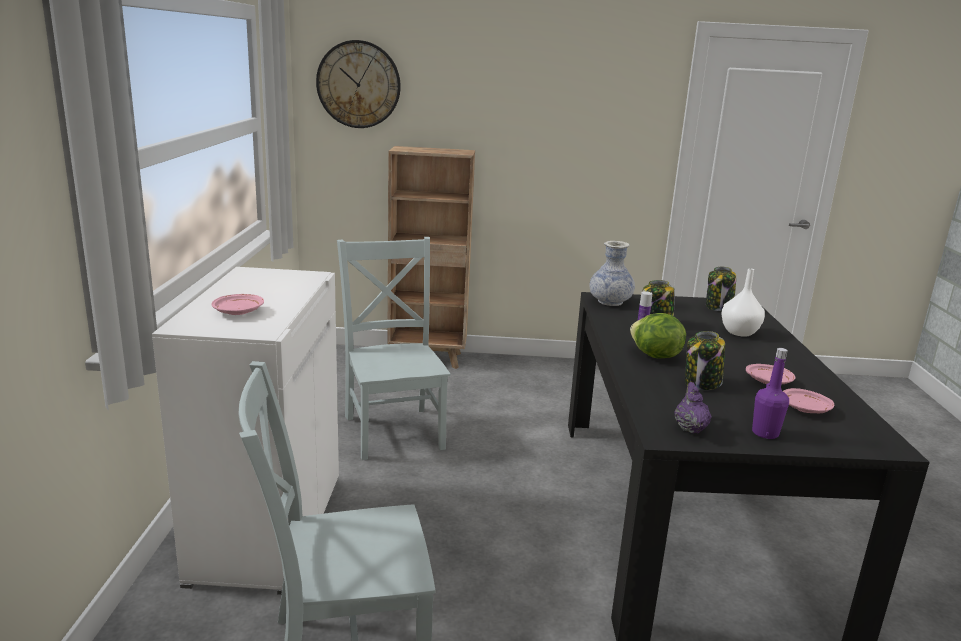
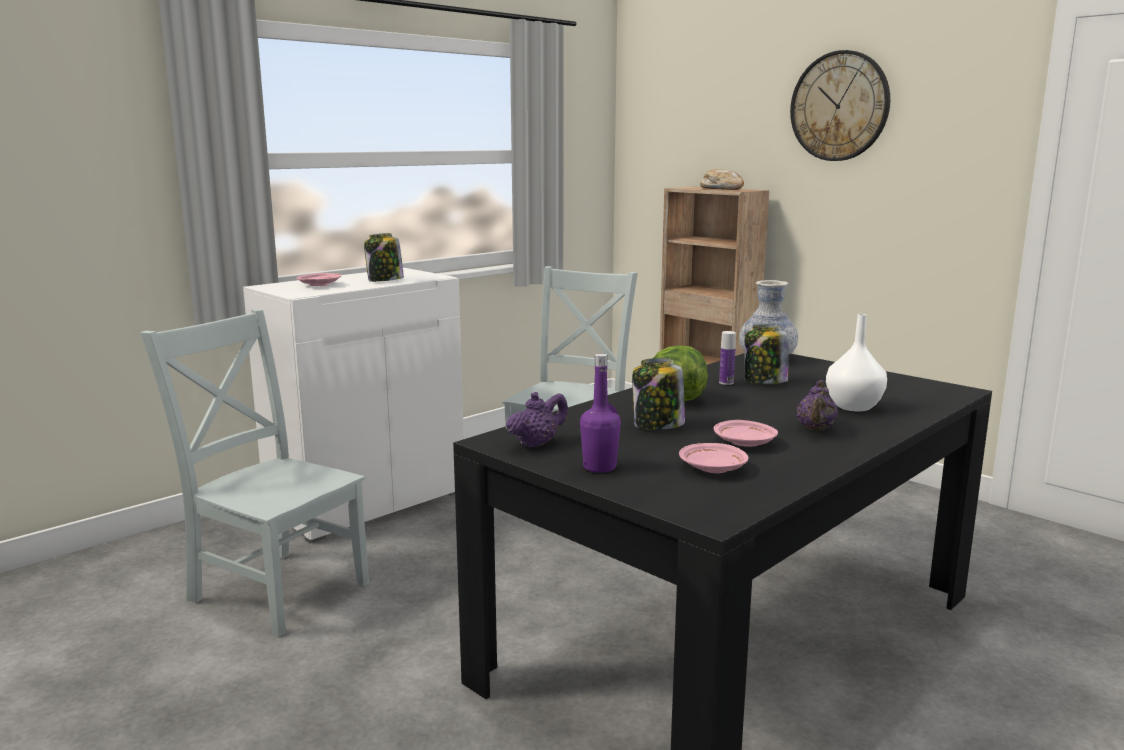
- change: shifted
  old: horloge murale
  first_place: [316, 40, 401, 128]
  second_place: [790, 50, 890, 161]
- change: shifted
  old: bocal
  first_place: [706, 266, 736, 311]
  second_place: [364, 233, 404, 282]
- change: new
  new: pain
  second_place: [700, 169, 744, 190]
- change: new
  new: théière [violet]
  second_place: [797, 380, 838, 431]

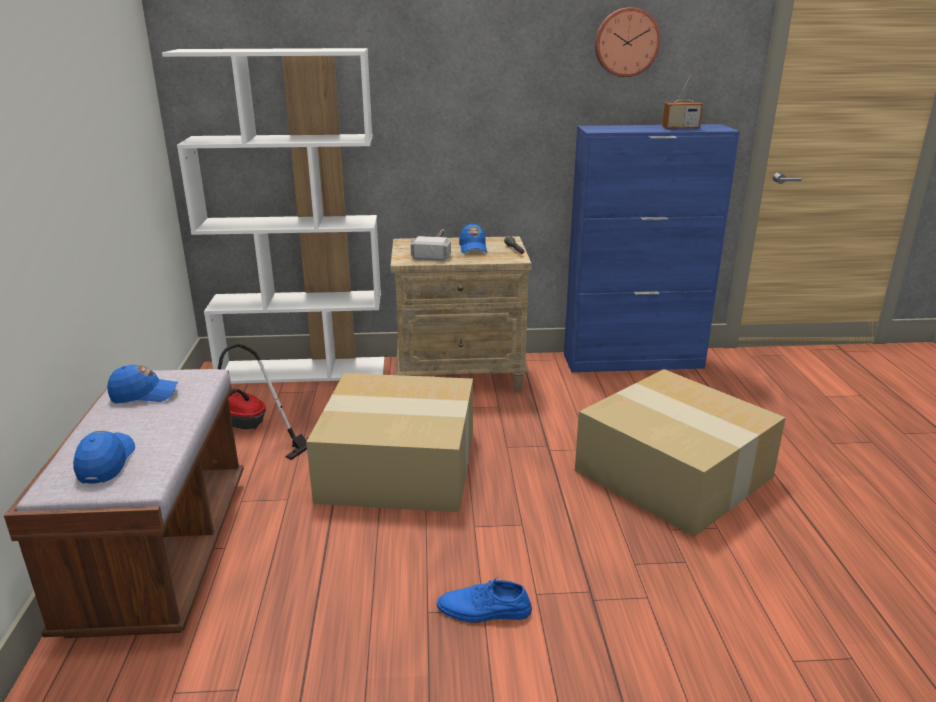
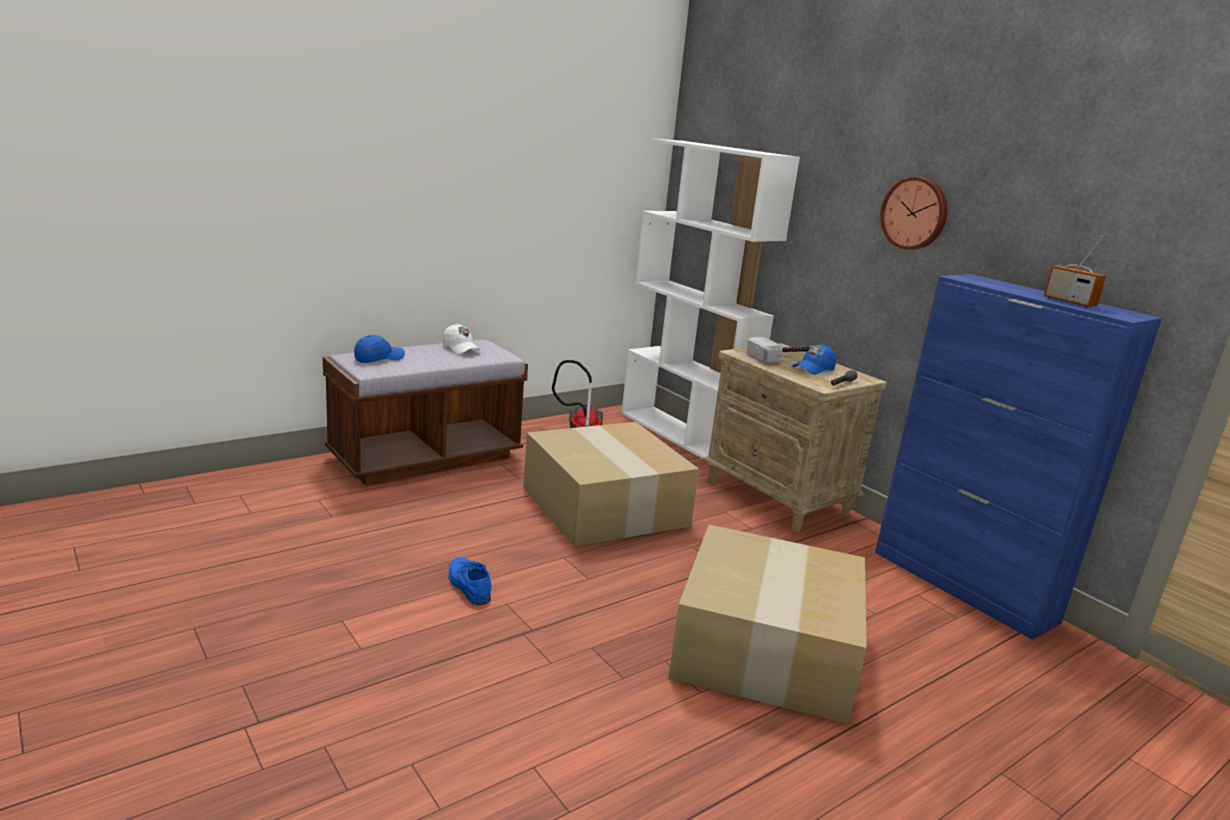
- change: repainted
  old: casquette [bleu]
  new: casquette [blanc]
  first_place: [107, 365, 178, 404]
  second_place: [443, 323, 480, 354]
- change: shifted
  old: horloge murale
  first_place: [595, 7, 660, 77]
  second_place: [880, 177, 948, 250]

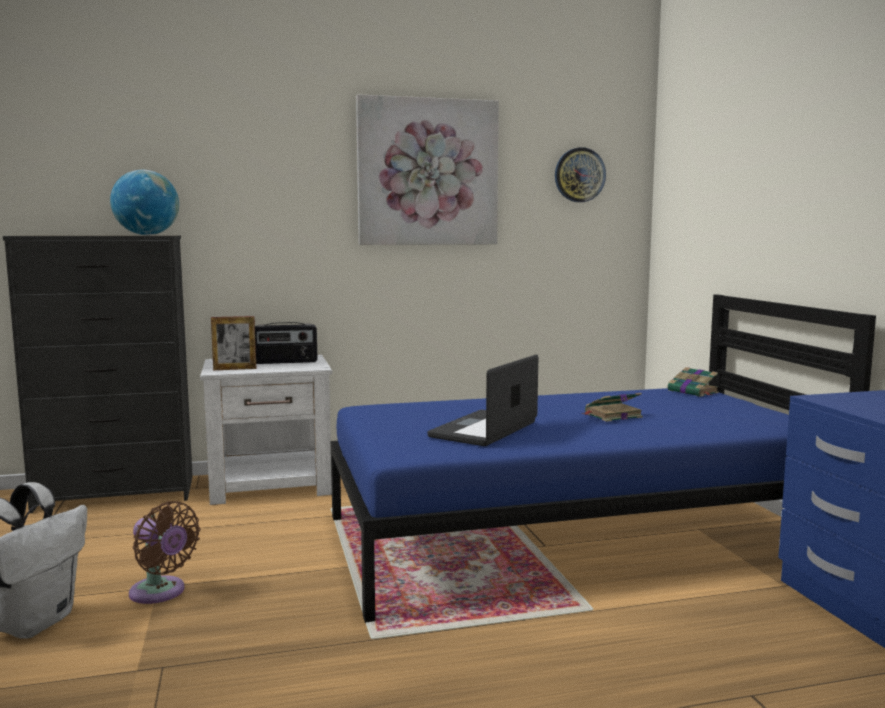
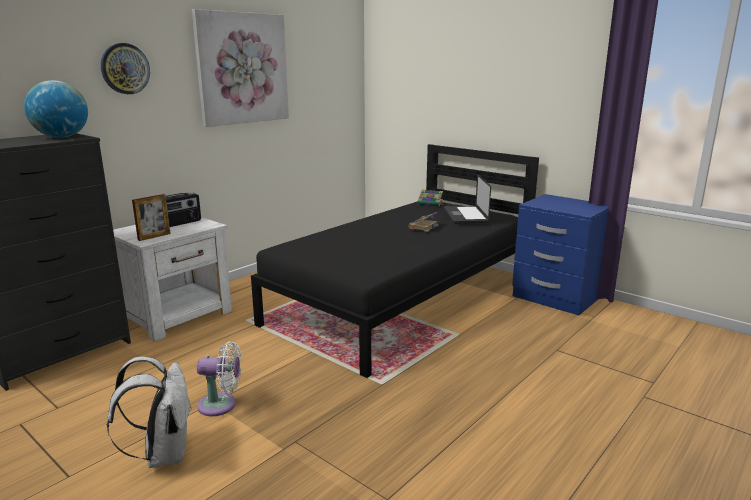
- change: repainted
  old: ventilateur [marron]
  new: ventilateur [blanc]
  first_place: [129, 501, 200, 604]
  second_place: [197, 341, 242, 416]
- change: repainted
  old: lit [bleu]
  new: lit [noir]
  first_place: [331, 295, 876, 624]
  second_place: [251, 144, 539, 378]
- change: shifted
  old: ordinateur portable
  first_place: [428, 354, 538, 446]
  second_place: [444, 174, 491, 224]
- change: shifted
  old: horloge murale
  first_place: [555, 147, 606, 202]
  second_place: [101, 43, 150, 94]

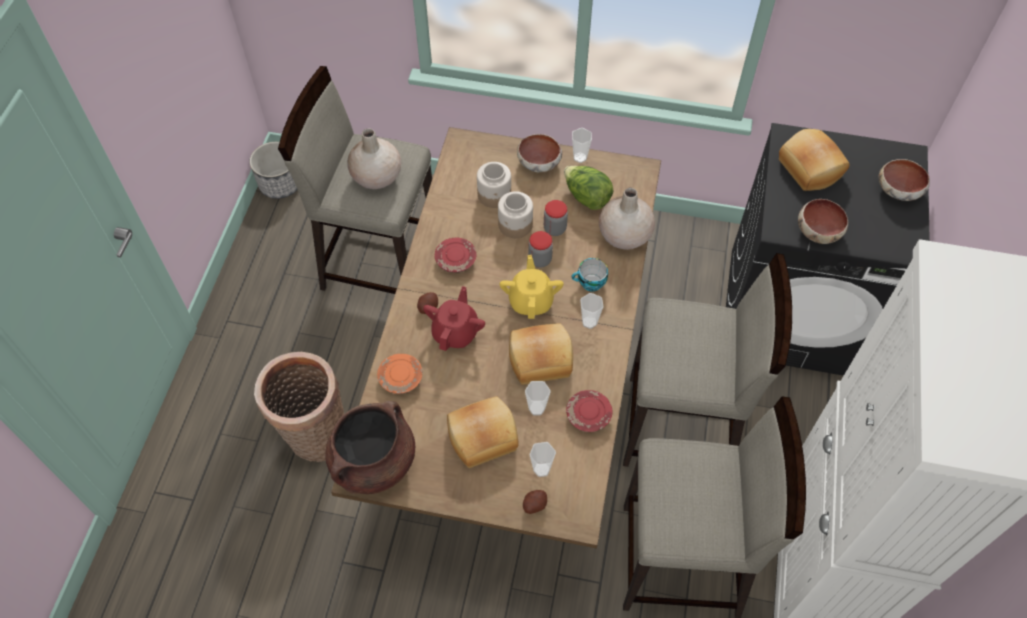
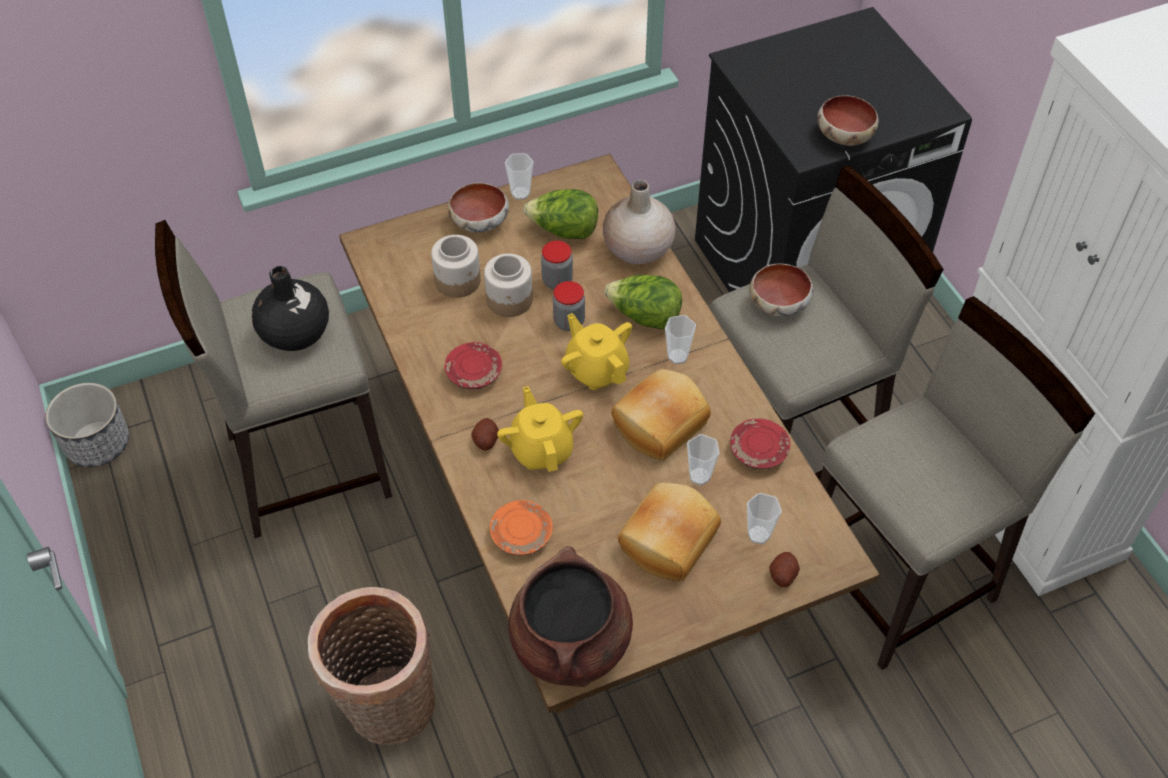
- change: repainted
  old: vase [beige]
  new: vase [noir]
  first_place: [348, 128, 401, 189]
  second_place: [252, 266, 329, 351]
- change: repainted
  old: théière [rouge]
  new: théière [jaune]
  first_place: [423, 286, 485, 351]
  second_place: [497, 386, 583, 472]
- change: swapped
  old: tasse
  new: laitue
  first_place: [571, 258, 608, 292]
  second_place: [605, 275, 682, 330]
- change: gone
  old: pain
  first_place: [779, 129, 849, 191]
- change: shifted
  old: bol
  first_place: [878, 159, 930, 201]
  second_place: [749, 263, 813, 316]

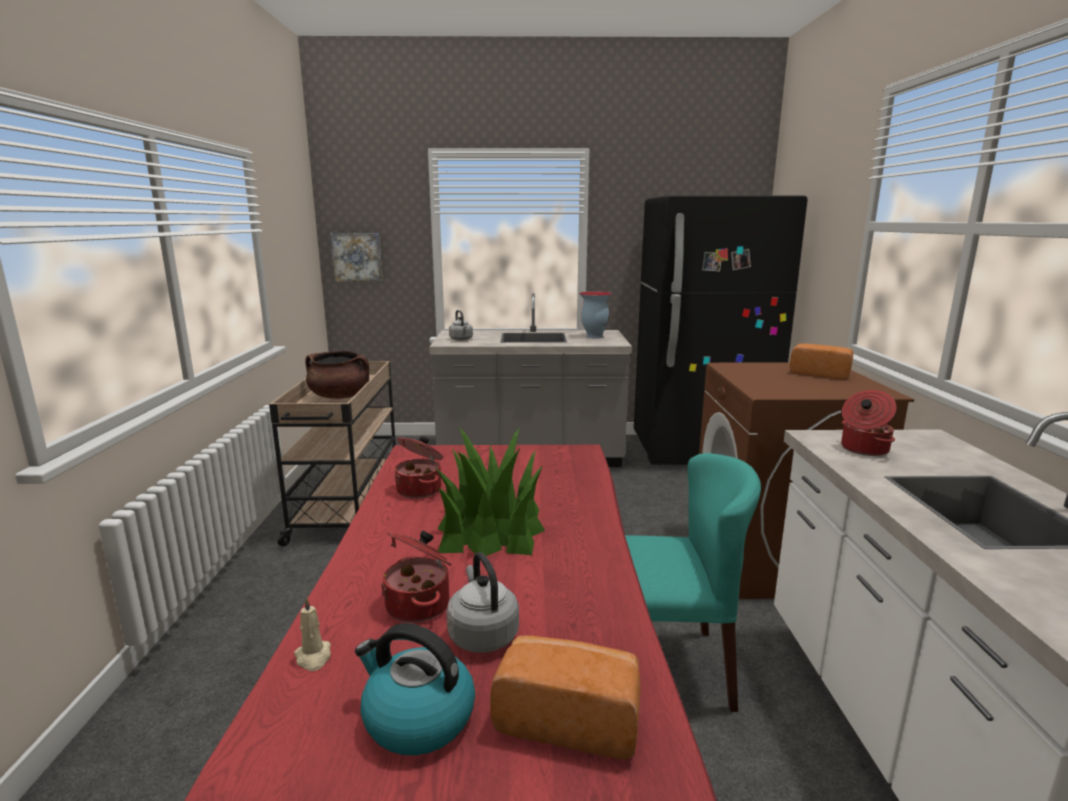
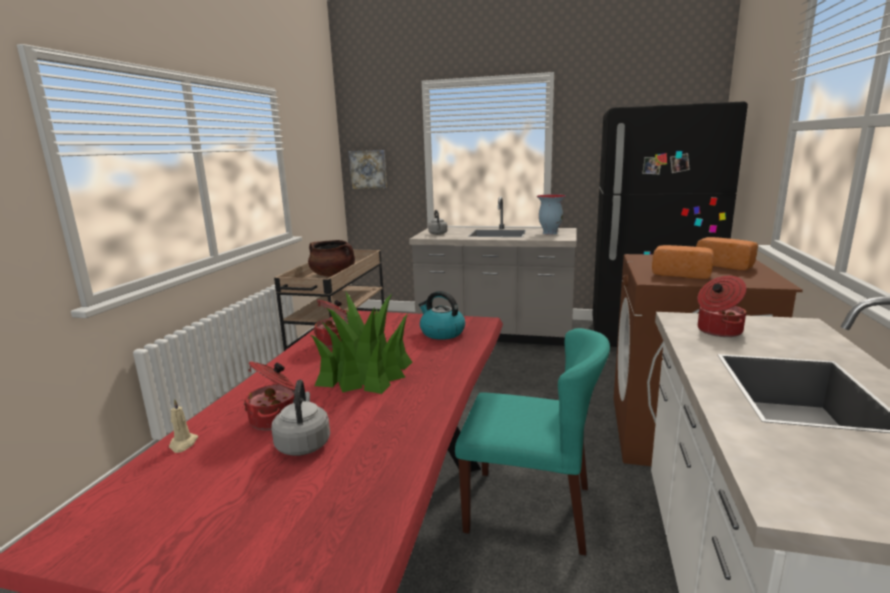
- change: shifted
  old: bouilloire
  first_place: [355, 623, 475, 755]
  second_place: [419, 291, 465, 340]
- change: shifted
  old: pain
  first_place: [490, 635, 641, 760]
  second_place: [652, 245, 714, 279]

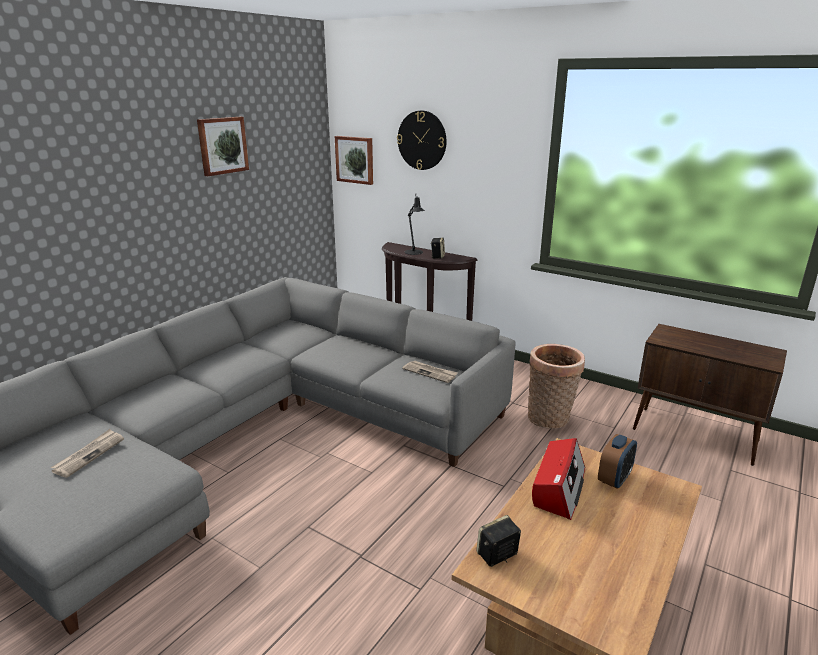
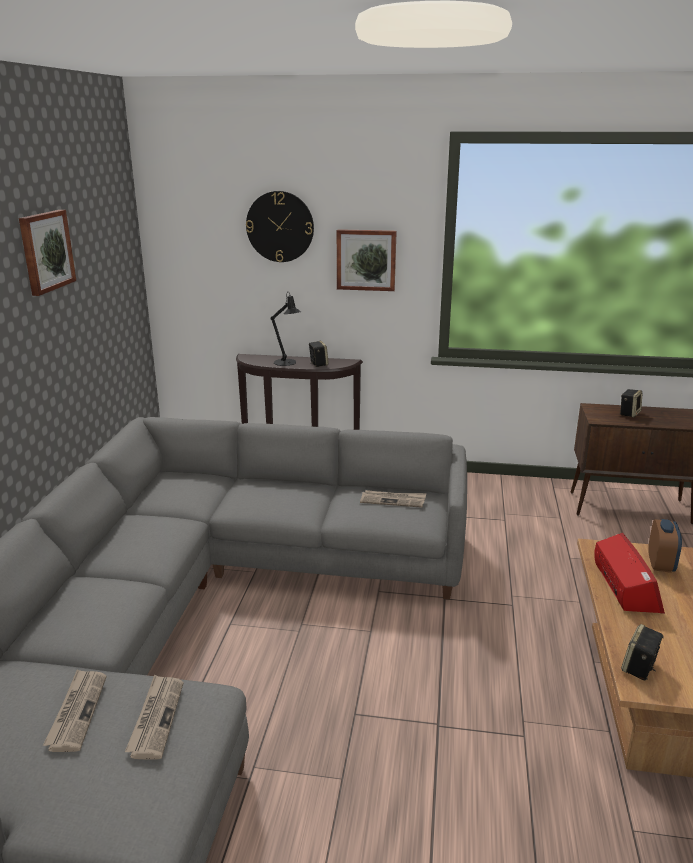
- change: shifted
  old: tableau
  first_place: [335, 136, 373, 185]
  second_place: [337, 229, 397, 291]
- change: gone
  old: panier
  first_place: [528, 344, 585, 429]
- change: new
  new: journal
  second_place: [125, 675, 183, 760]
- change: new
  new: enceinte
  second_place: [620, 389, 643, 417]

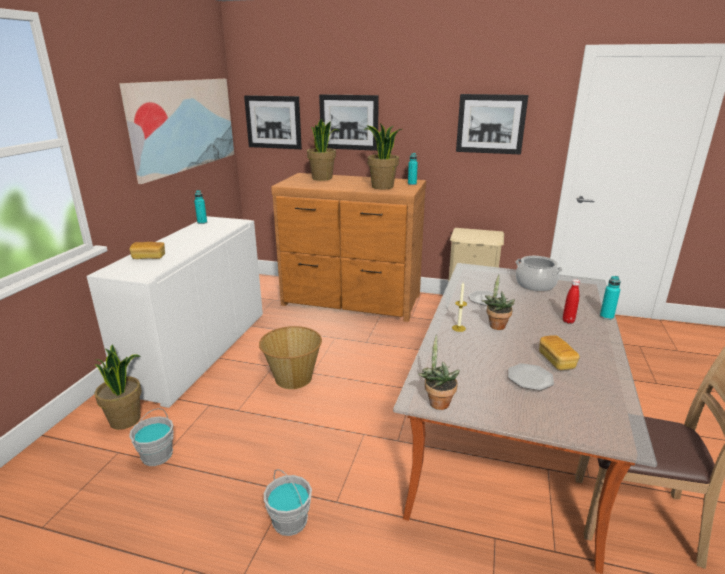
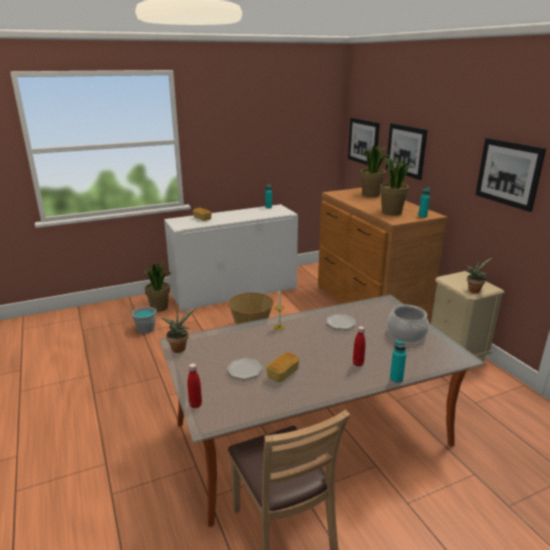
- change: gone
  old: tableau
  first_place: [119, 79, 234, 184]
- change: gone
  old: seau [gris]
  first_place: [264, 469, 312, 536]
- change: shifted
  old: plante en pot
  first_place: [482, 274, 515, 330]
  second_place: [464, 258, 492, 293]
- change: new
  new: bouteille [rouge]
  second_place: [188, 363, 202, 408]

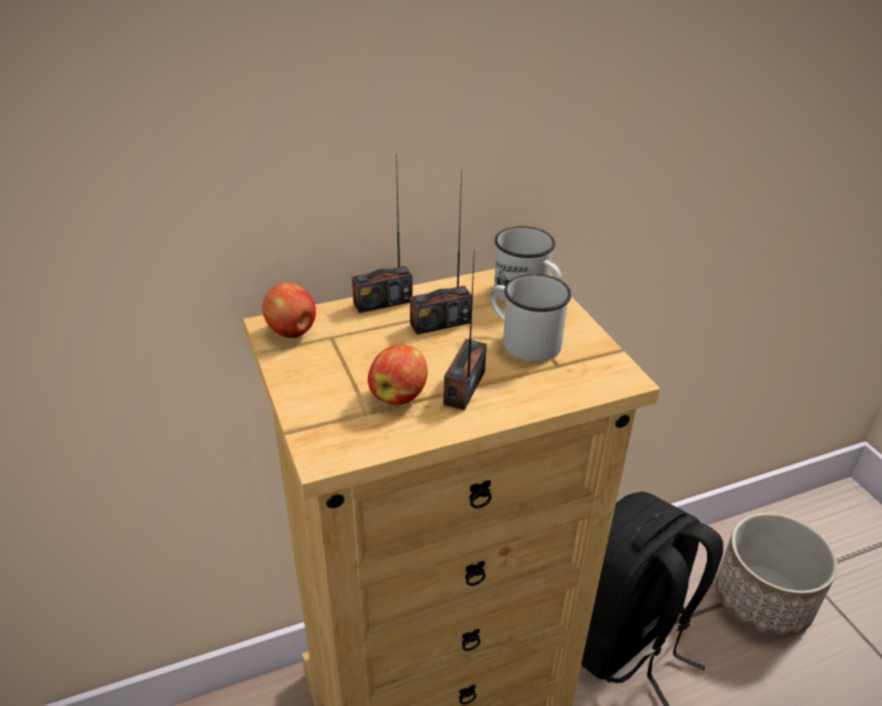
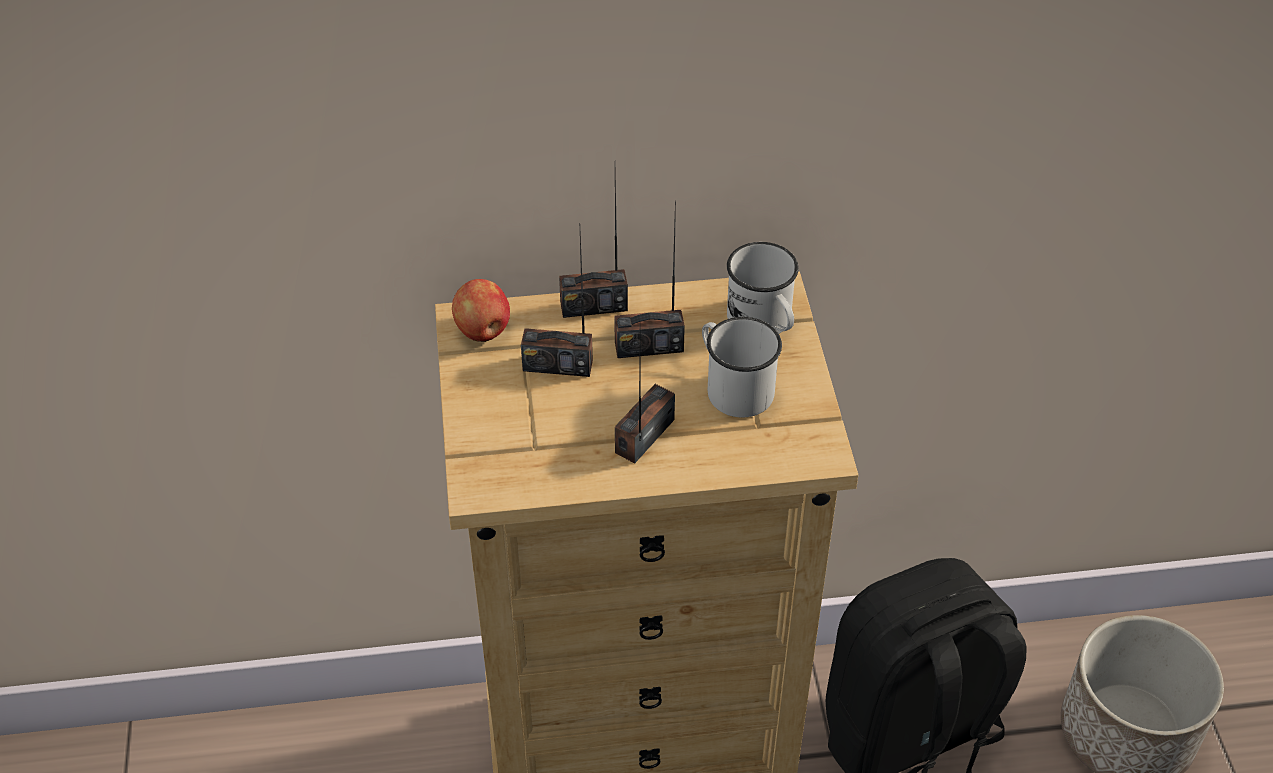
- change: gone
  old: pomme
  first_place: [368, 344, 428, 405]
- change: new
  new: radio
  second_place: [521, 233, 593, 377]

